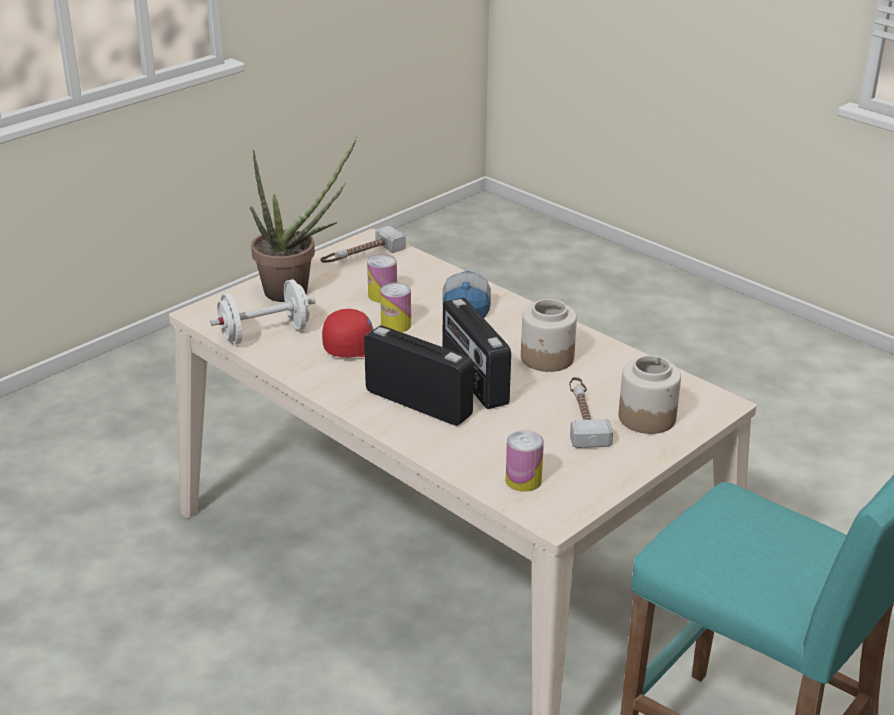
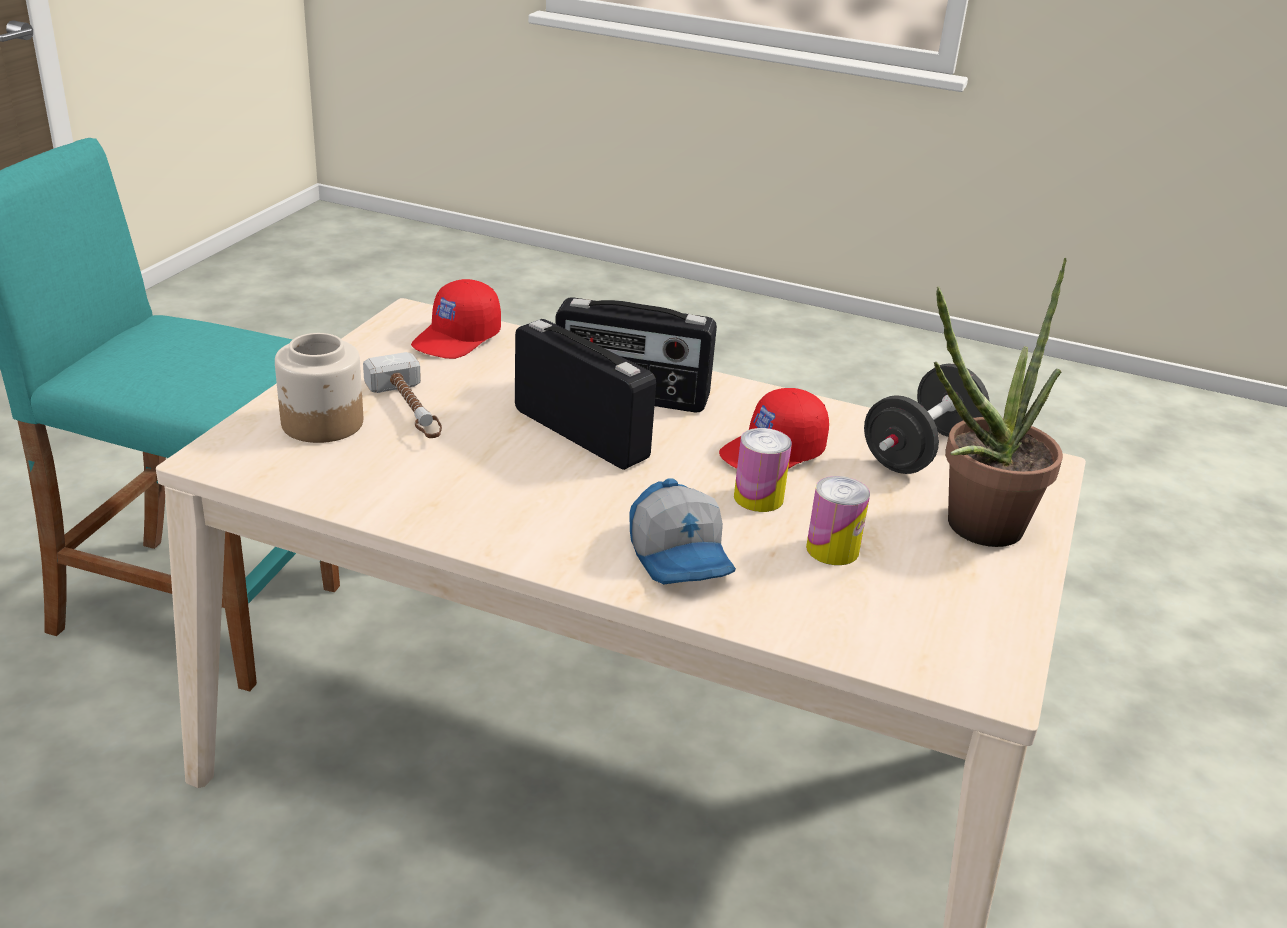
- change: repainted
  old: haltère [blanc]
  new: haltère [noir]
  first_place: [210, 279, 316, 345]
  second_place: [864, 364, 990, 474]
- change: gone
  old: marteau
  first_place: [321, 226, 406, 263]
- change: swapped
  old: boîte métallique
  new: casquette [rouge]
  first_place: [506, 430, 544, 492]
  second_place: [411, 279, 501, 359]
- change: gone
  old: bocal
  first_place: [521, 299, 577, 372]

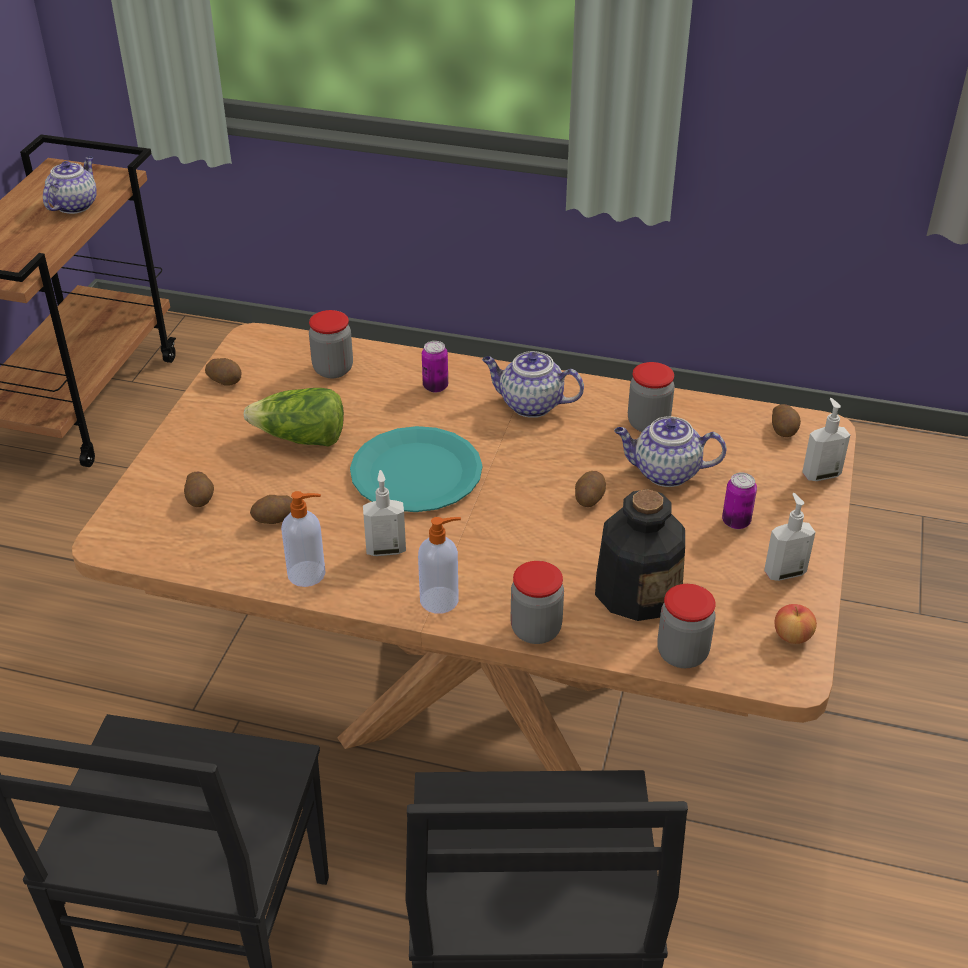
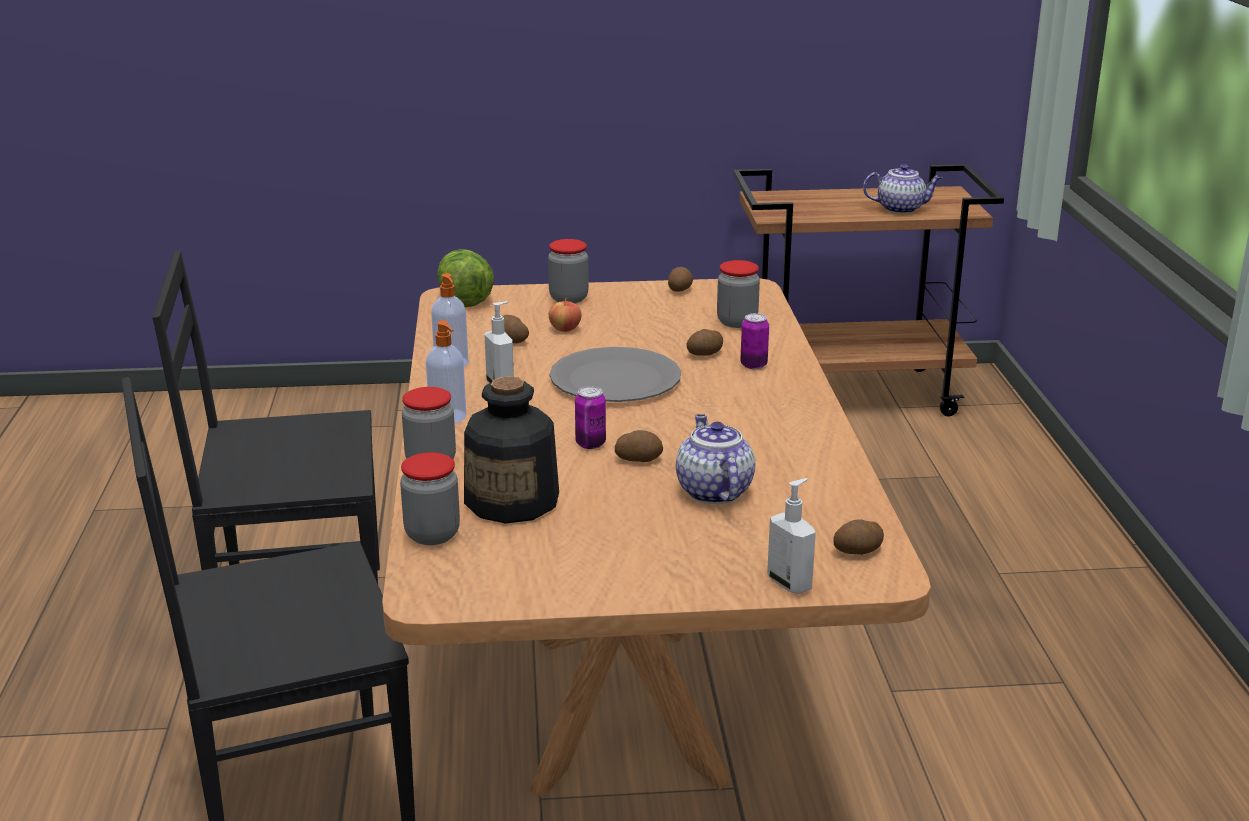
- change: shifted
  old: pomme de terre
  first_place: [184, 472, 214, 507]
  second_place: [686, 329, 723, 356]
- change: shifted
  old: laitue
  first_place: [243, 388, 344, 447]
  second_place: [437, 249, 494, 307]
- change: repainted
  old: assiette [turquoise]
  new: assiette [gris]
  first_place: [350, 426, 482, 512]
  second_place: [549, 347, 681, 402]
- change: gone
  old: théière
  first_place: [482, 351, 584, 418]
- change: shifted
  old: bocal
  first_place: [628, 362, 675, 432]
  second_place: [548, 239, 589, 303]
- change: shifted
  old: boîte métallique
  first_place: [722, 472, 757, 529]
  second_place: [575, 386, 606, 449]
- change: gone
  old: distributeur de savon
  first_place: [764, 493, 815, 581]
- change: shifted
  old: pomme
  first_place: [774, 604, 817, 644]
  second_place: [549, 298, 581, 332]

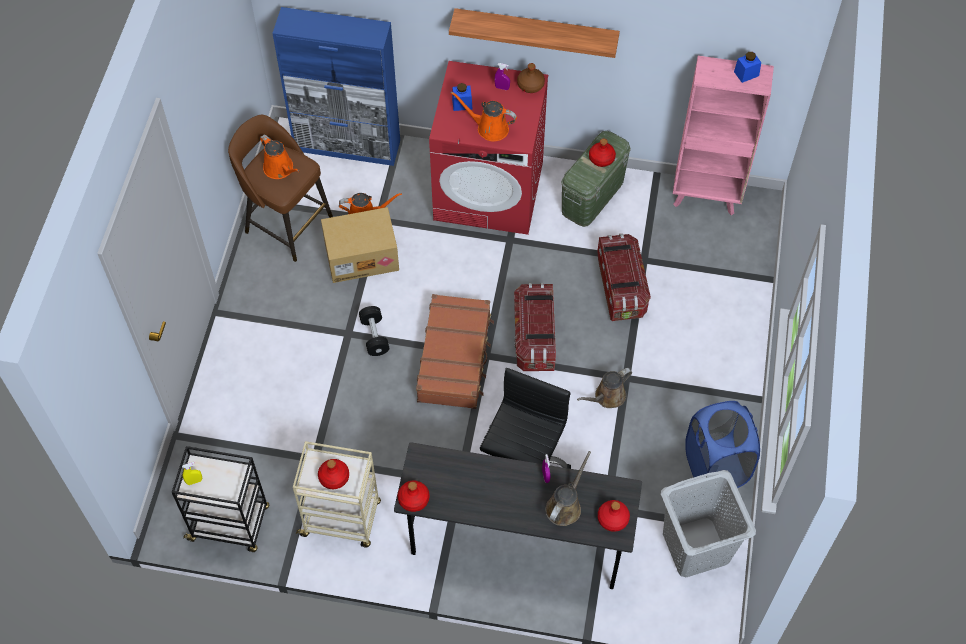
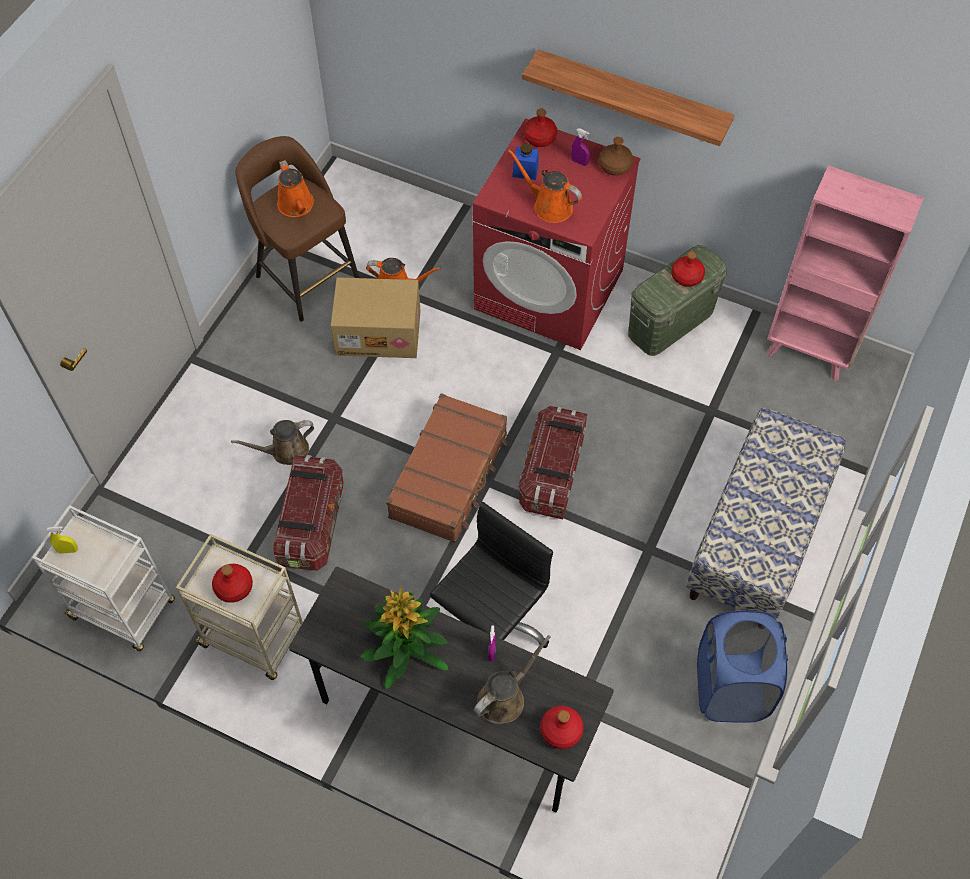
- change: repainted
  old: chariot [noir]
  new: chariot [blanc]
  first_place: [172, 446, 269, 552]
  second_place: [32, 505, 175, 651]
- change: gone
  old: meuble de rangement [bleu]
  first_place: [272, 7, 400, 166]
- change: gone
  old: haltère [noir]
  first_place: [359, 306, 389, 356]
- change: shifted
  old: bouteille [rouge]
  first_place: [398, 481, 429, 512]
  second_place: [523, 108, 557, 147]
- change: shifted
  old: arrosoir [marron]
  first_place: [577, 368, 632, 408]
  second_place: [231, 420, 314, 465]
- change: shifted
  old: boîte de rangement
  first_place: [597, 234, 651, 321]
  second_place: [273, 455, 344, 571]
- change: gone
  old: panier à linge [gris]
  first_place: [661, 470, 756, 577]
- change: gone
  old: bocal [bleu]
  first_place: [734, 52, 761, 83]
- change: new
  new: plante en pot
  second_place: [361, 586, 448, 689]
- change: new
  new: banc
  second_place: [686, 408, 846, 621]

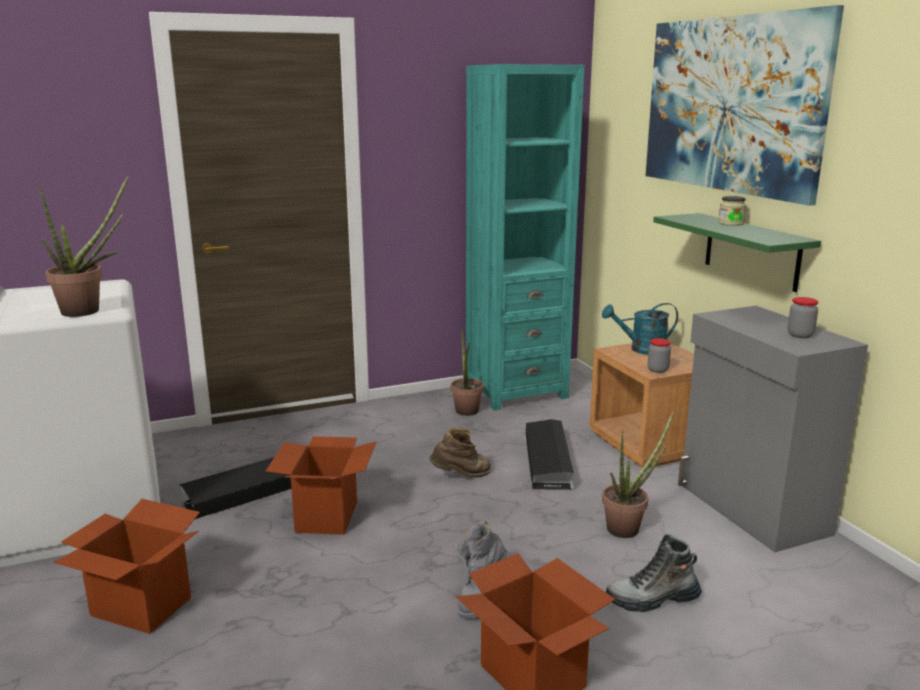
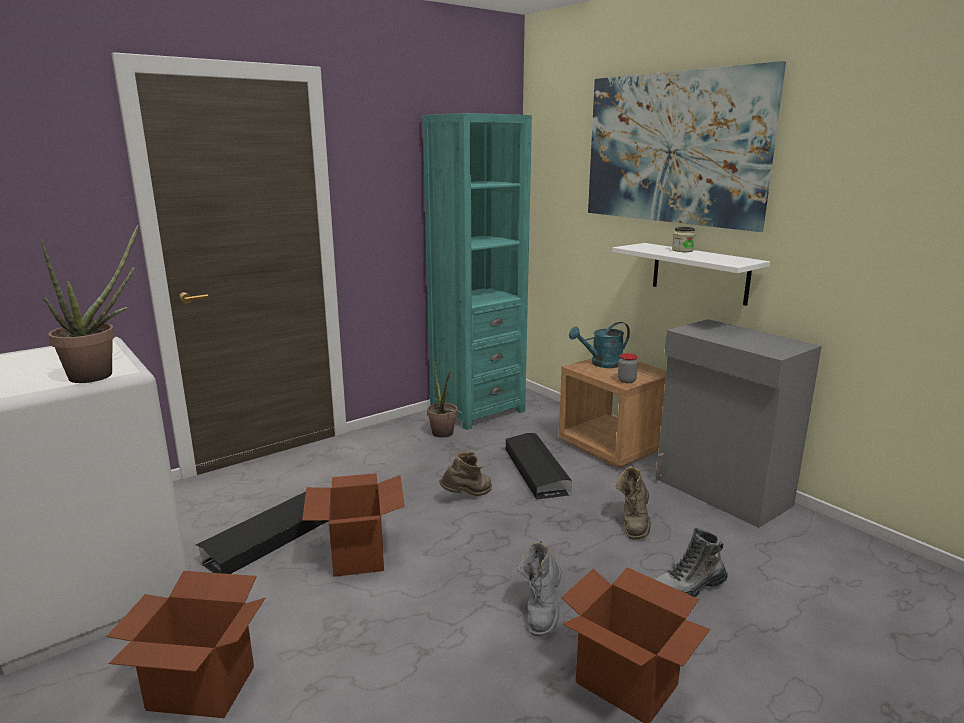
- change: swapped
  old: plante en pot
  new: botte [marron]
  first_place: [602, 412, 674, 538]
  second_place: [616, 466, 651, 540]
- change: repainted
  old: étagère [vert]
  new: étagère [blanc]
  first_place: [653, 213, 821, 292]
  second_place: [612, 243, 770, 306]
- change: gone
  old: bocal
  first_place: [788, 297, 818, 338]

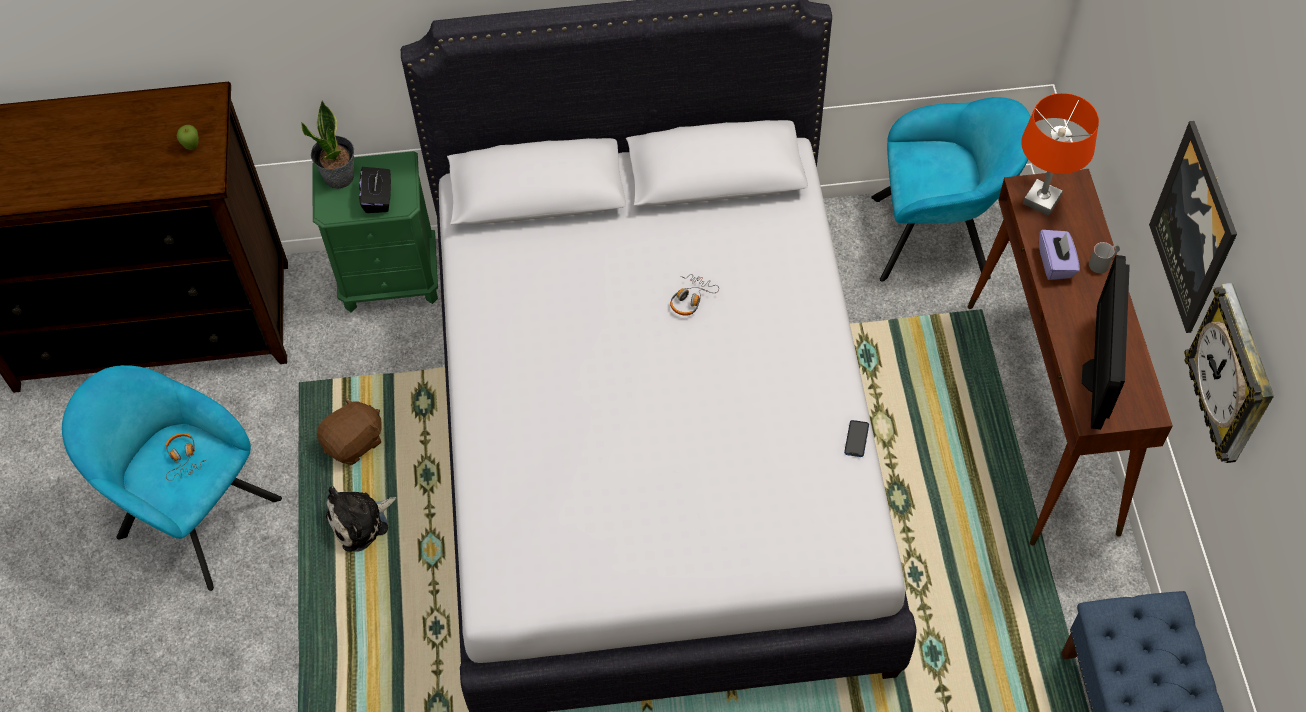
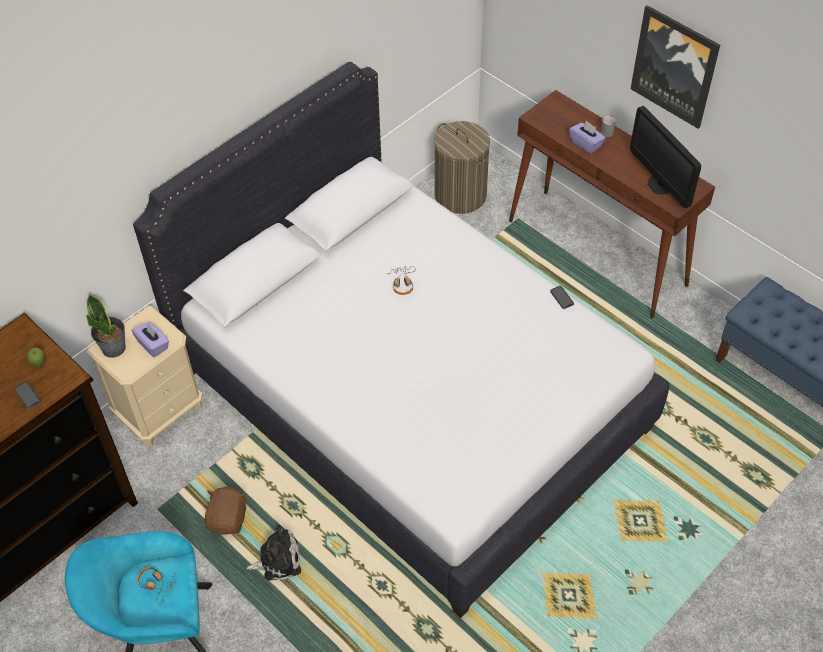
- change: repainted
  old: table de chevet [vert]
  new: table de chevet [beige]
  first_place: [313, 151, 438, 312]
  second_place: [86, 305, 203, 447]
- change: rotated
  old: peluche
  first_place: [326, 486, 396, 552]
  second_place: [246, 525, 301, 581]
  degrees: -120
- change: repainted
  old: boîte à mouchoirs [noir]
  new: boîte à mouchoirs [violet]
  first_place: [359, 167, 391, 213]
  second_place: [132, 322, 169, 357]
- change: swapped
  old: fauteuil [turquoise]
  new: panier à linge
  first_place: [872, 97, 1031, 282]
  second_place: [434, 121, 490, 214]
- change: gone
  old: lampe de table [orange]
  first_place: [1021, 93, 1099, 216]
- change: gone
  old: horloge murale
  first_place: [1184, 283, 1274, 463]
- change: new
  new: téléphone
  second_place: [14, 381, 41, 409]

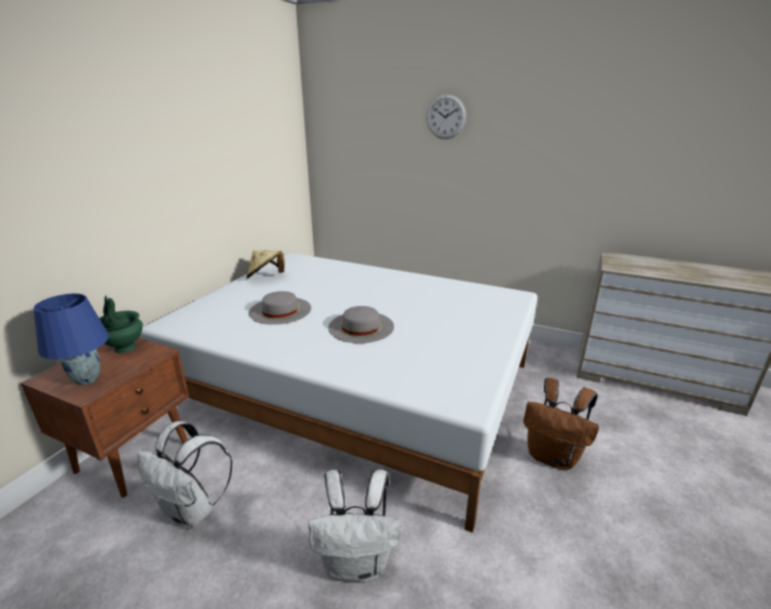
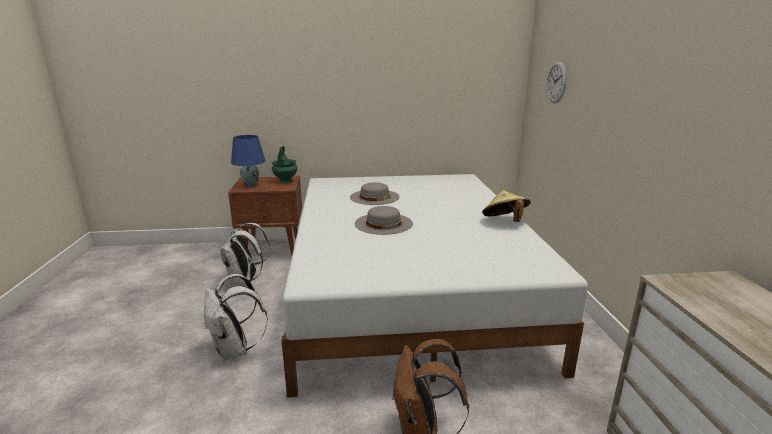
- change: shifted
  old: chapeau [beige]
  first_place: [246, 250, 285, 279]
  second_place: [482, 190, 531, 222]
- change: shifted
  old: horloge murale
  first_place: [426, 94, 466, 139]
  second_place: [547, 61, 567, 103]

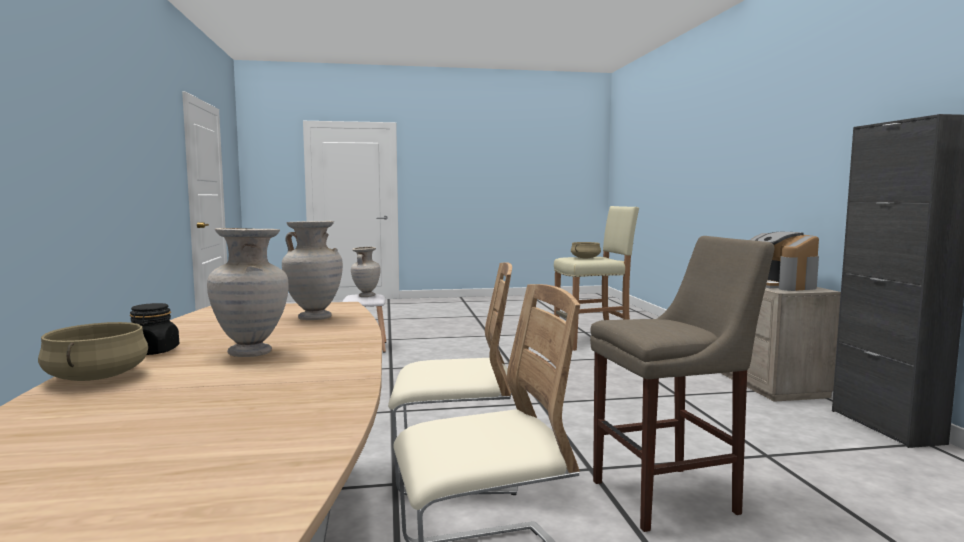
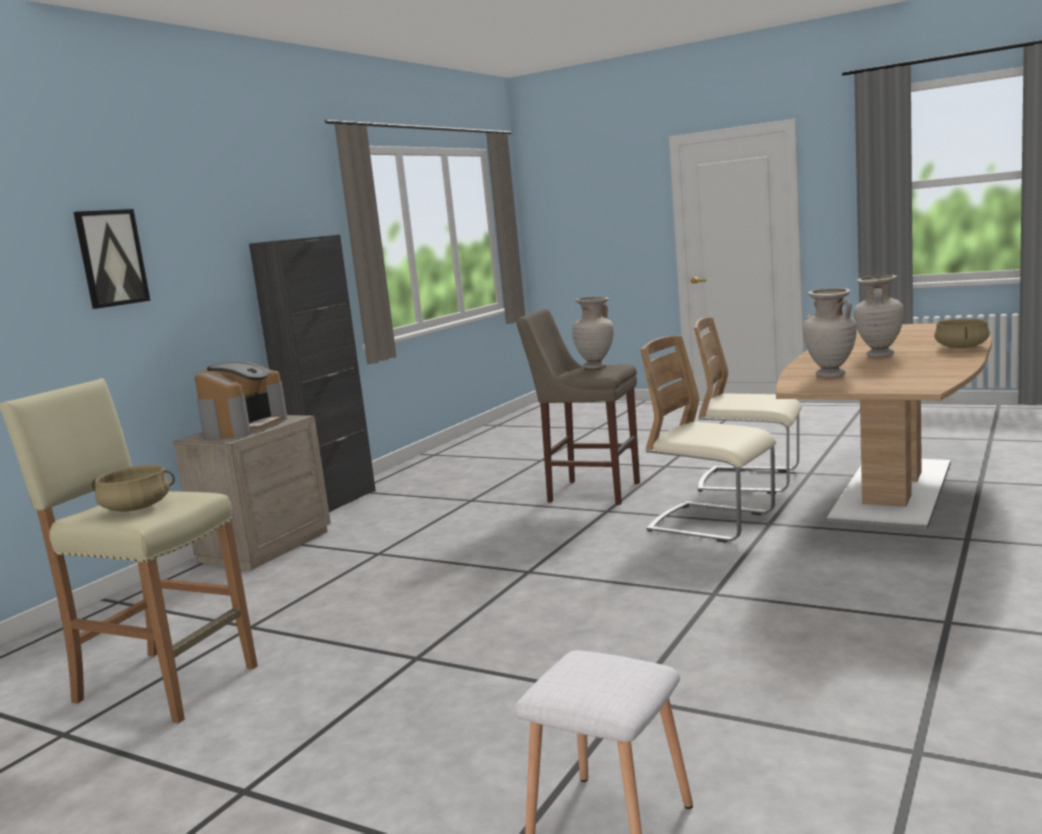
- change: gone
  old: bocal [noir]
  first_place: [130, 303, 179, 355]
- change: shifted
  old: vase [beige]
  first_place: [351, 247, 381, 297]
  second_place: [572, 297, 614, 369]
- change: new
  new: tableau
  second_place: [73, 209, 150, 309]

